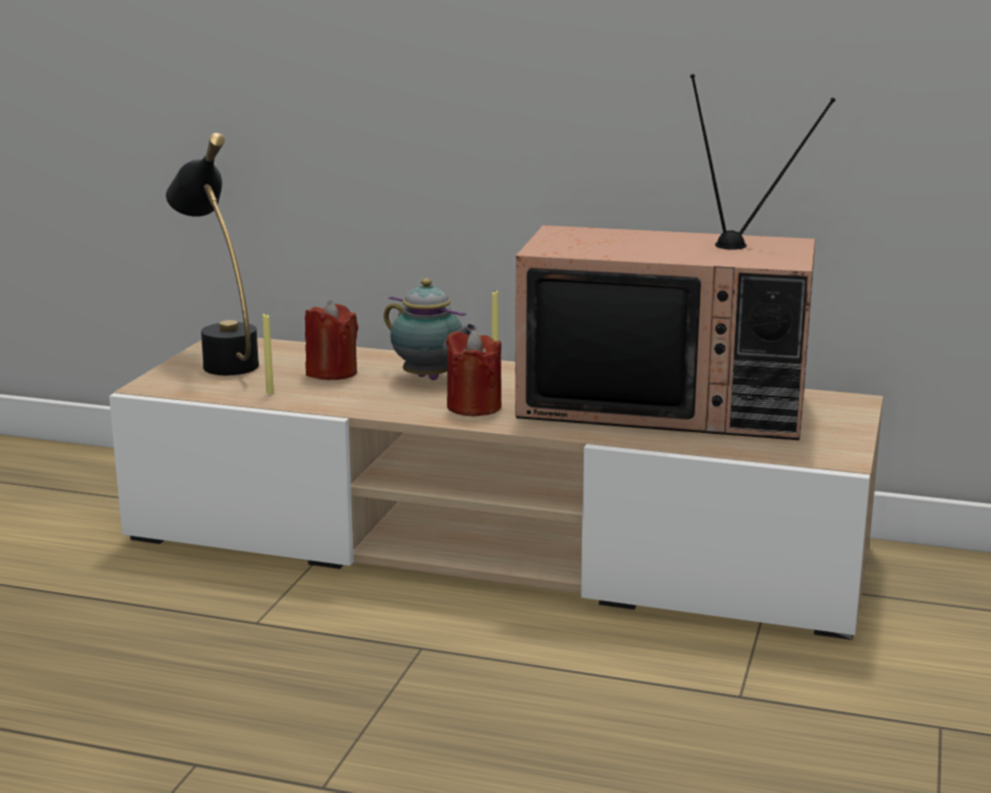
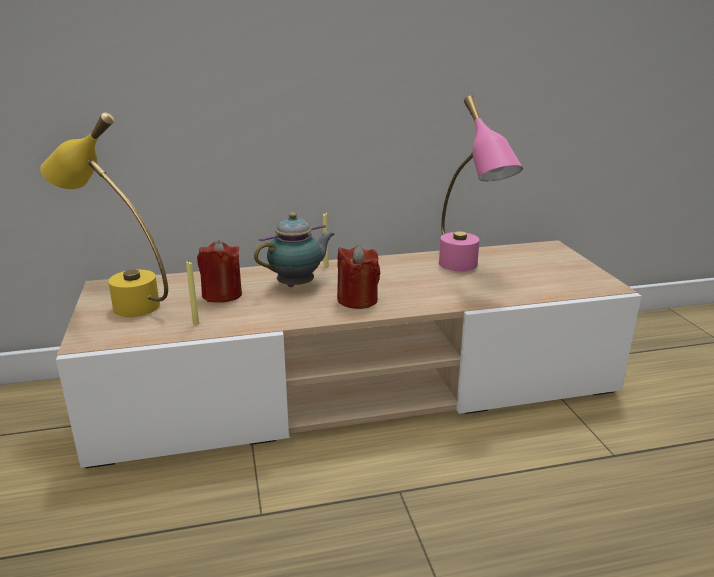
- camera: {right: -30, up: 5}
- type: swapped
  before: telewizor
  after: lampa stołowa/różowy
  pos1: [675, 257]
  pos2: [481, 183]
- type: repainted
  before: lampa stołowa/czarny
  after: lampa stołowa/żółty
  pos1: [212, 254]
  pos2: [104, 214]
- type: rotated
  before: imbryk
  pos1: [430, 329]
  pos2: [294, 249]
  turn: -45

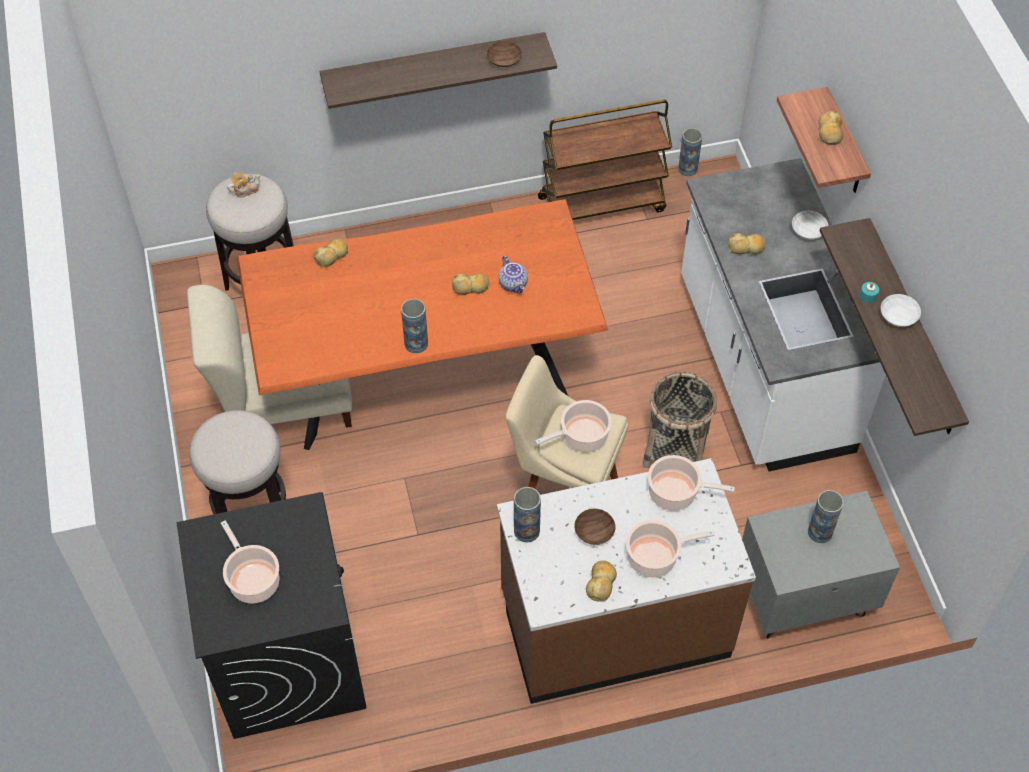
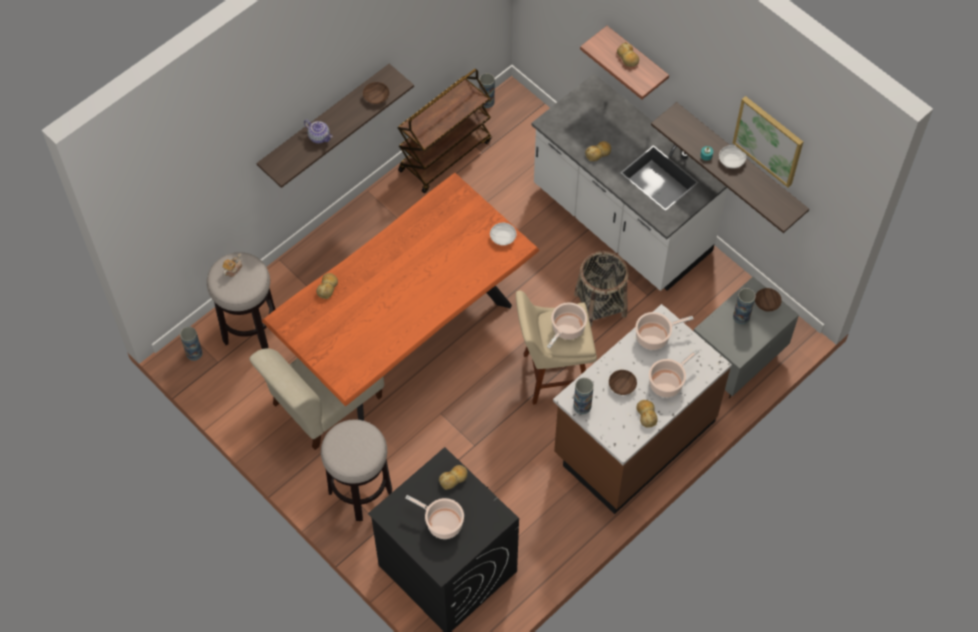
- camera: {right: -30, up: 5}
- type: shifted
  before: miska/biały
  pos1: [810, 225]
  pos2: [503, 234]
- type: shifted
  before: imbryk
  pos1: [513, 275]
  pos2: [318, 131]
- type: shifted
  before: chleb
  pos1: [470, 284]
  pos2: [453, 477]
- type: shifted
  before: wazon
  pos1: [414, 326]
  pos2: [191, 344]
- type: new
  after: obraz
  pos2: [768, 142]
- type: new
  after: miska/brązowy
  pos2: [768, 300]

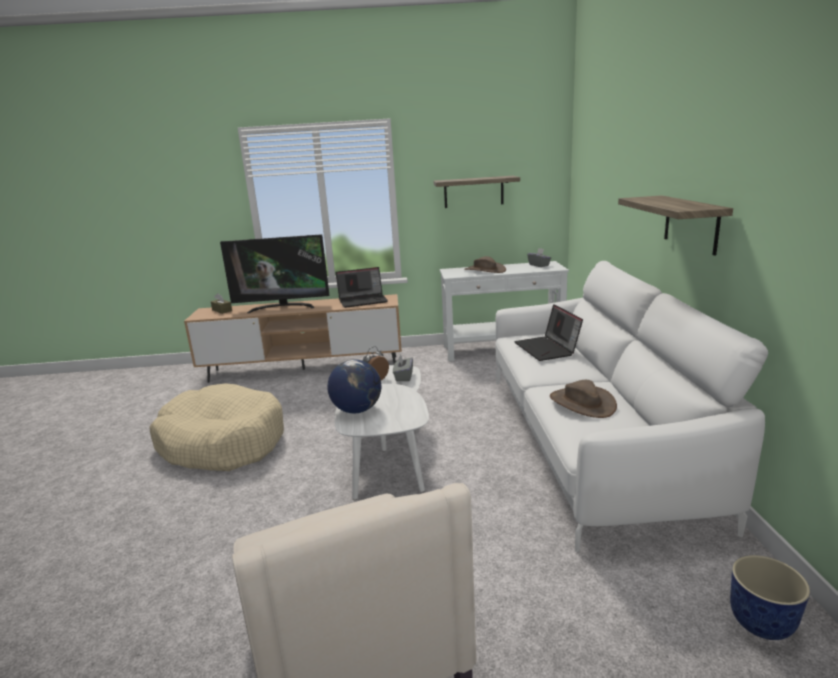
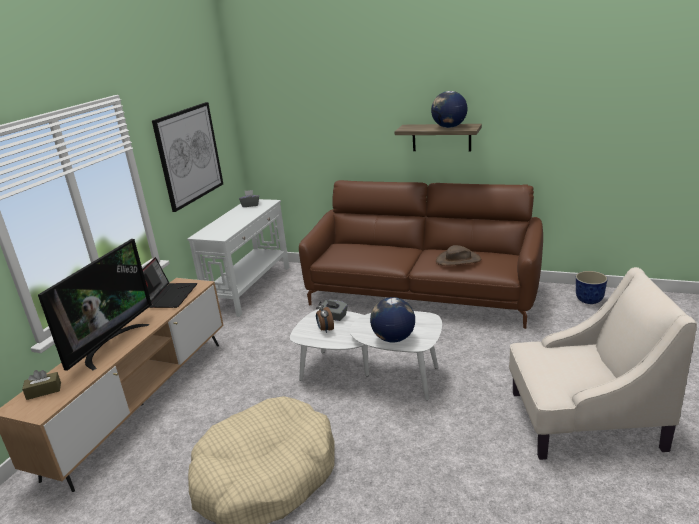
- camera: {right: -65, up: 5}
- type: swapped
  before: półka
  after: obraz
  pos1: [477, 192]
  pos2: [187, 157]
- type: gone
  before: kapelusz/brązowy
  pos1: [485, 264]
- type: repainted
  before: kanapa/biały
  after: kanapa/brązowy
  pos1: [631, 406]
  pos2: [421, 254]
- type: gone
  before: laptop
  pos1: [548, 332]
- type: new
  after: globus
  pos2: [449, 109]

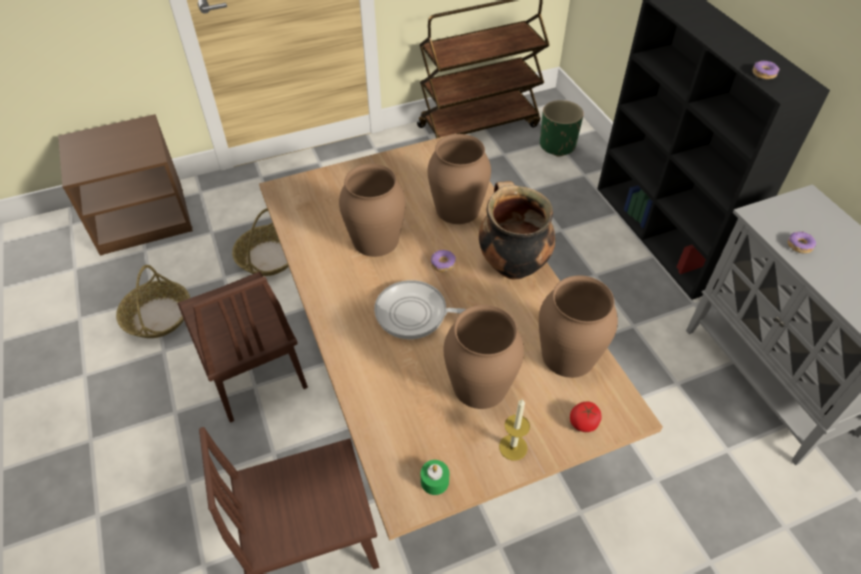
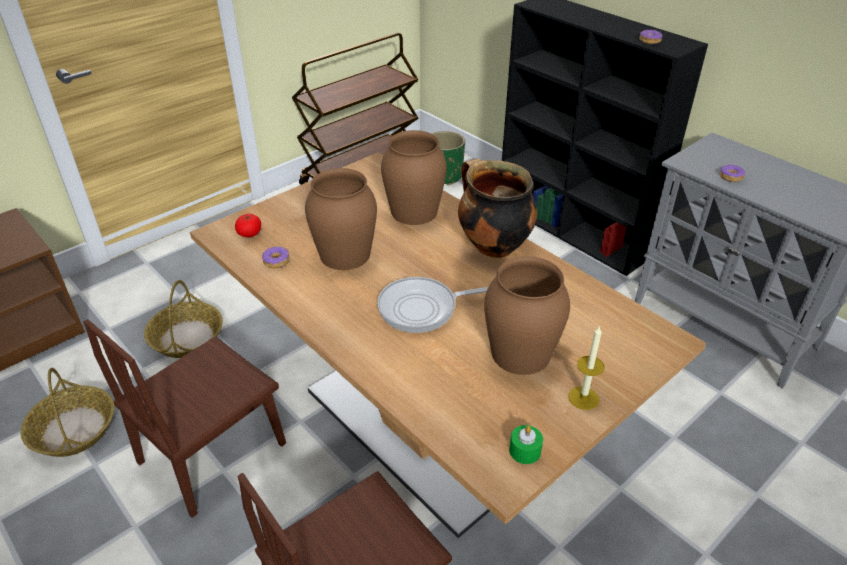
- camera: {right: -20, up: -10}
- type: shifted
  before: donut
  pos1: [443, 261]
  pos2: [276, 257]
- type: rotated
  before: krzesło/brązowy
  pos1: [242, 347]
  pos2: [184, 418]
  turn: 90
- type: gone
  before: wazon/brązowy
  pos1: [578, 326]
- type: shifted
  before: pomidor
  pos1: [586, 416]
  pos2: [248, 225]

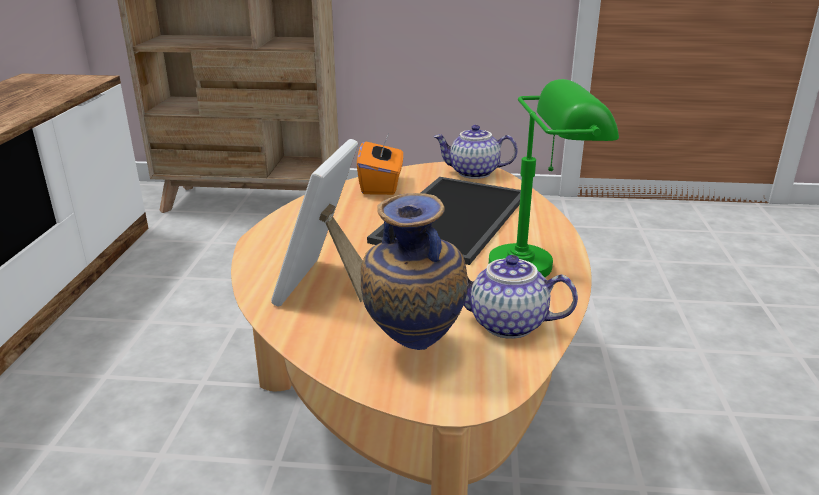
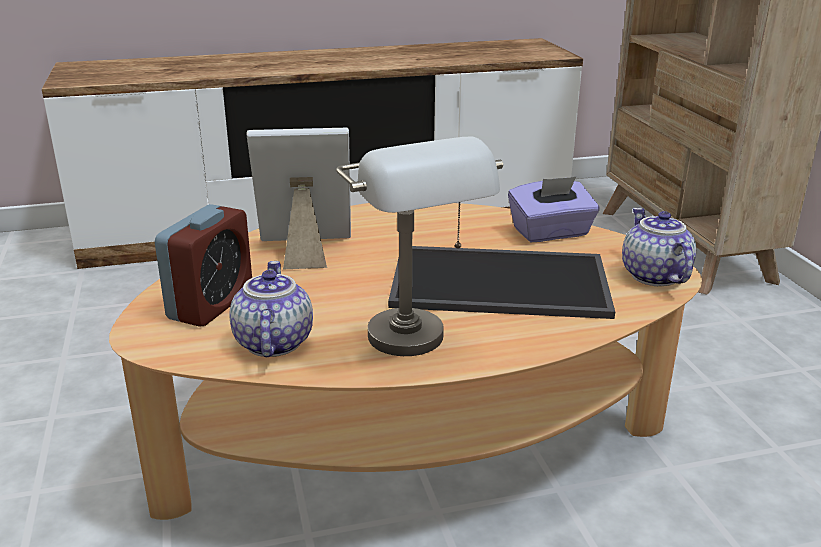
- camera: {right: 70, up: 0}
- type: repainted
  before: lampa stołowa/zielony
  after: lampa stołowa/szary
  pos1: [554, 178]
  pos2: [419, 246]
- type: repainted
  before: pudełko chusteczek/pomarańczowy
  after: pudełko chusteczek/fioletowy
  pos1: [380, 163]
  pos2: [554, 209]
- type: swapped
  before: wazon
  after: budzik
  pos1: [414, 271]
  pos2: [203, 265]

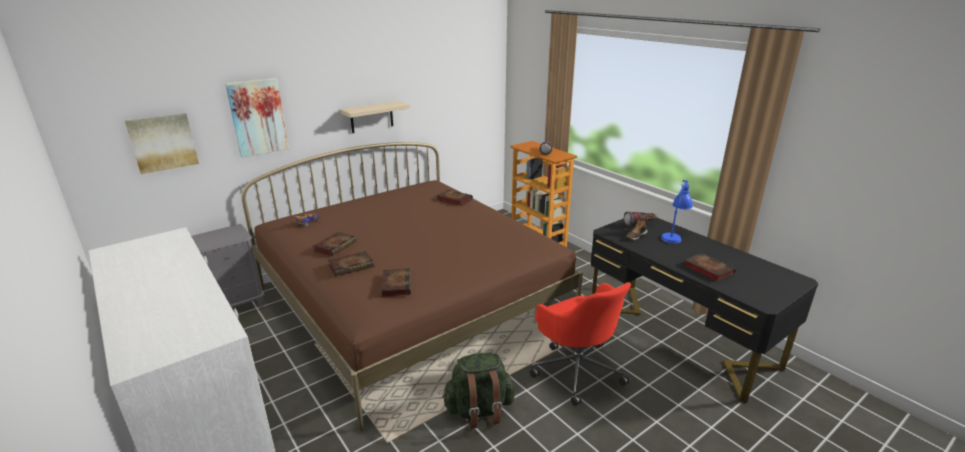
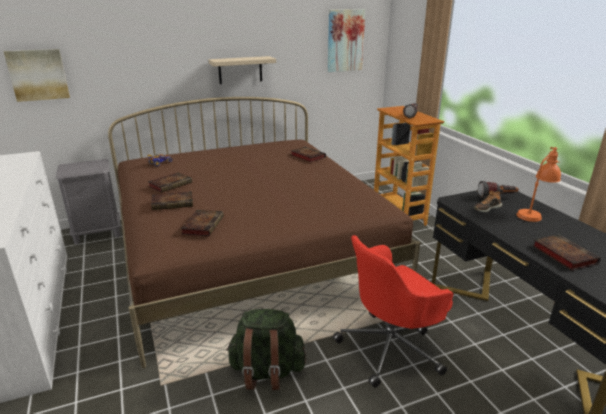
- camera: {right: 15, up: 0}
- type: shifted
  before: obraz
  pos1: [257, 118]
  pos2: [346, 40]
- type: repainted
  before: lampa stołowa/niebieski
  after: lampa stołowa/pomarańczowy
  pos1: [677, 212]
  pos2: [539, 184]
- type: rotated
  before: krzesło biurowe/czerwony
  pos1: [580, 344]
  pos2: [393, 311]
  turn: 75

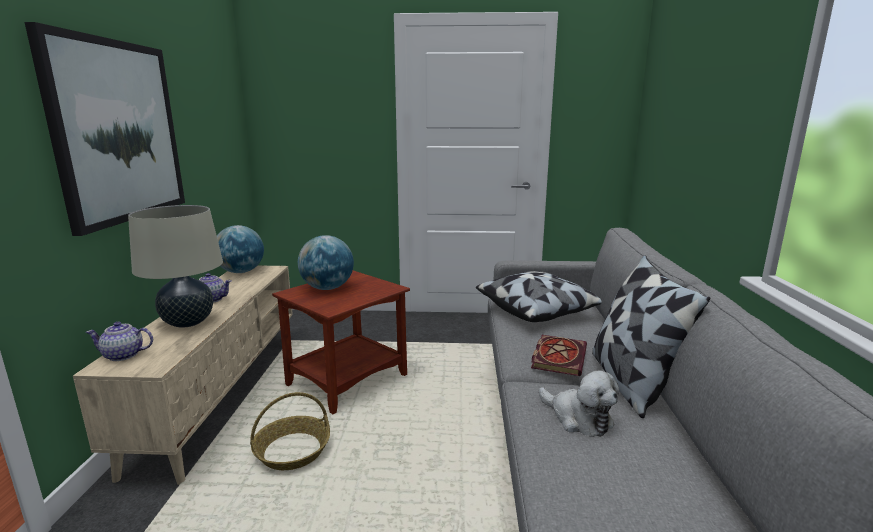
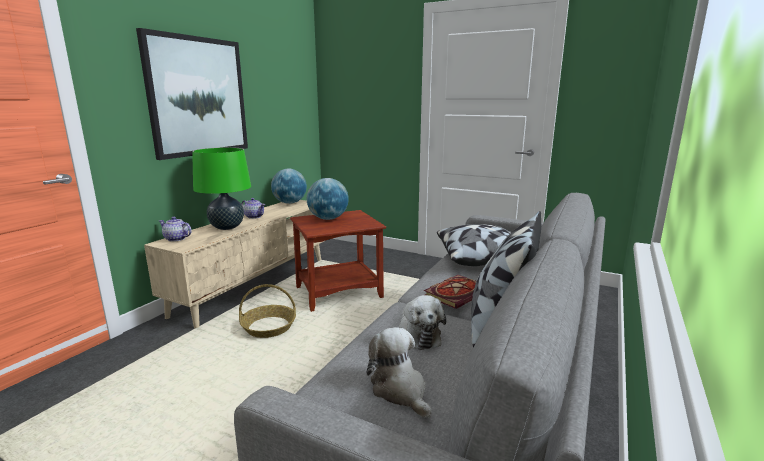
- camera: {right: 25, up: 0}
- type: repainted
  before: lampa stołowa/beżowy
  after: lampa stołowa/zielony
  pos1: [175, 266]
  pos2: [221, 188]
- type: new
  after: pluszak
  pos2: [399, 372]

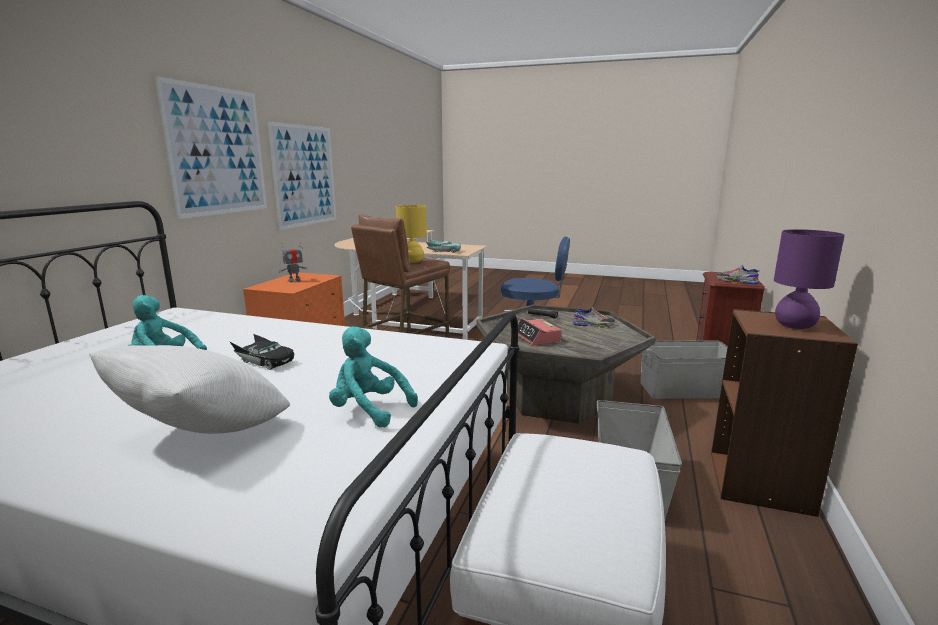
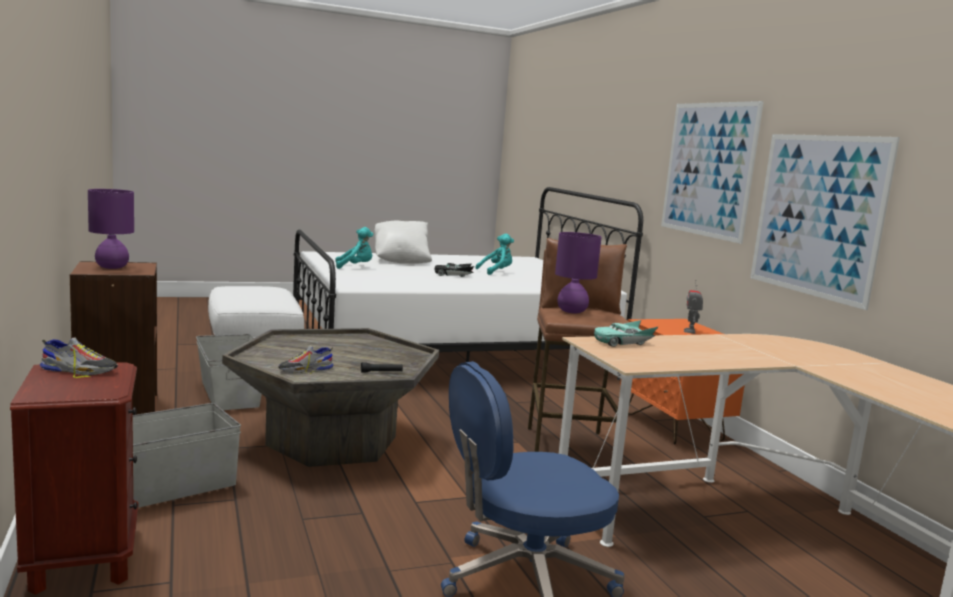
- camera: {right: 140, up: -5}
- type: repainted
  before: lampa stołowa/żółty
  after: lampa stołowa/fioletowy
  pos1: [411, 234]
  pos2: [578, 272]
- type: gone
  before: budzik
  pos1: [540, 332]

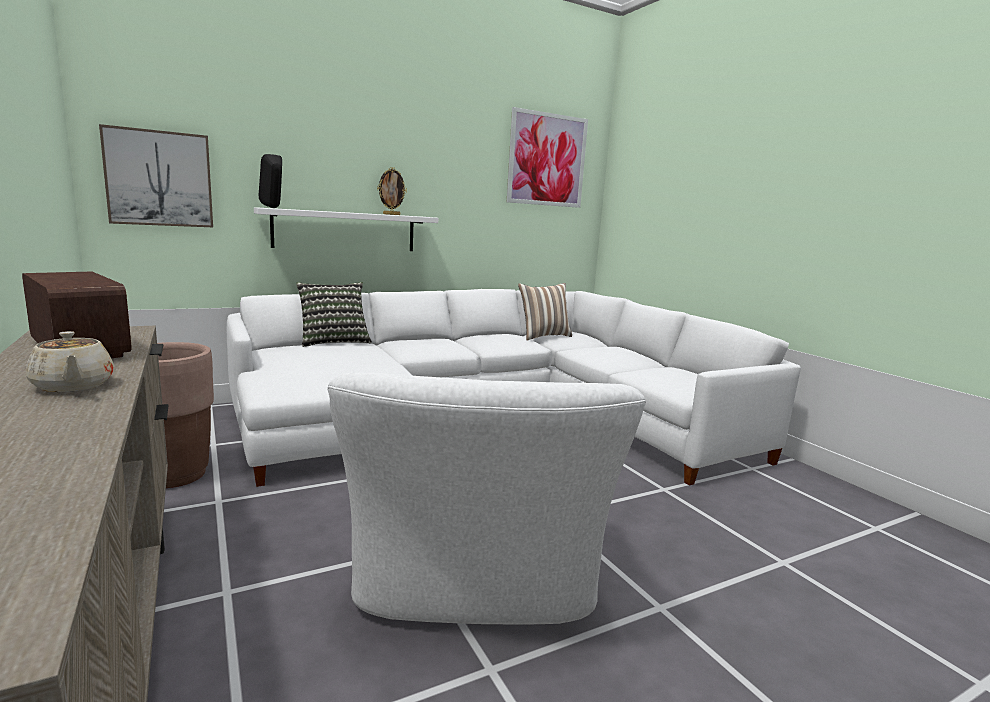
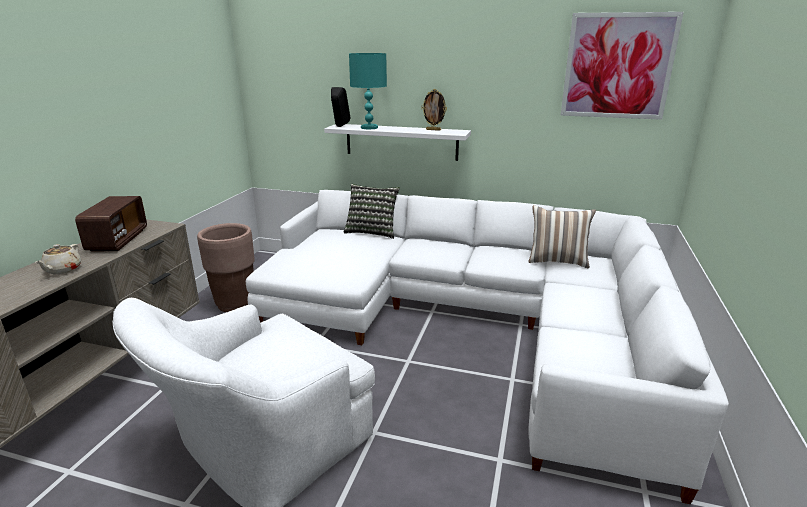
- camera: {right: 45, up: 10}
- type: gone
  before: obraz
  pos1: [156, 175]
- type: new
  after: lampa stołowa/turkusowy
  pos2: [368, 91]

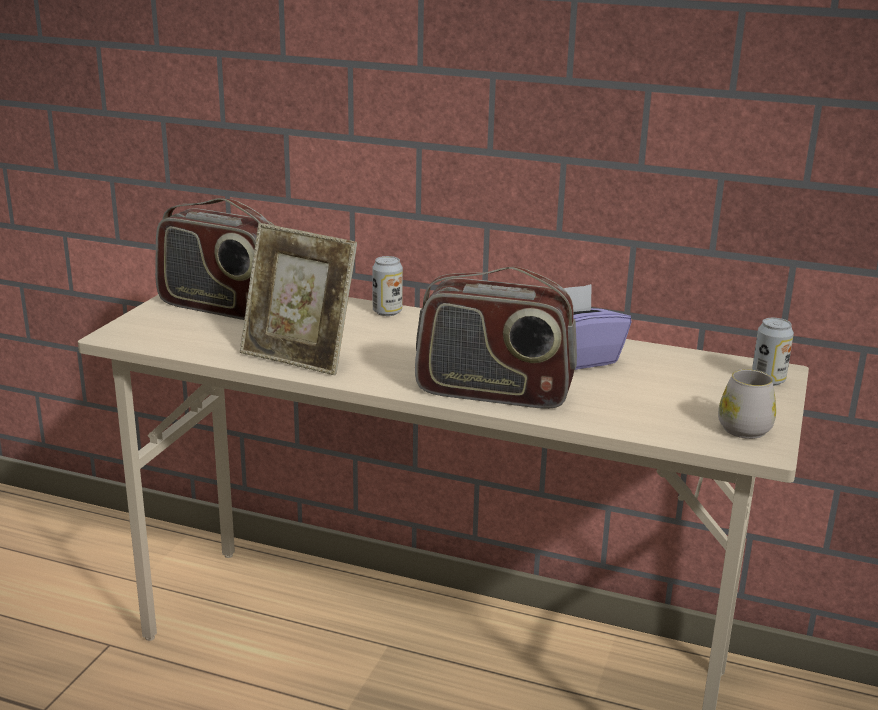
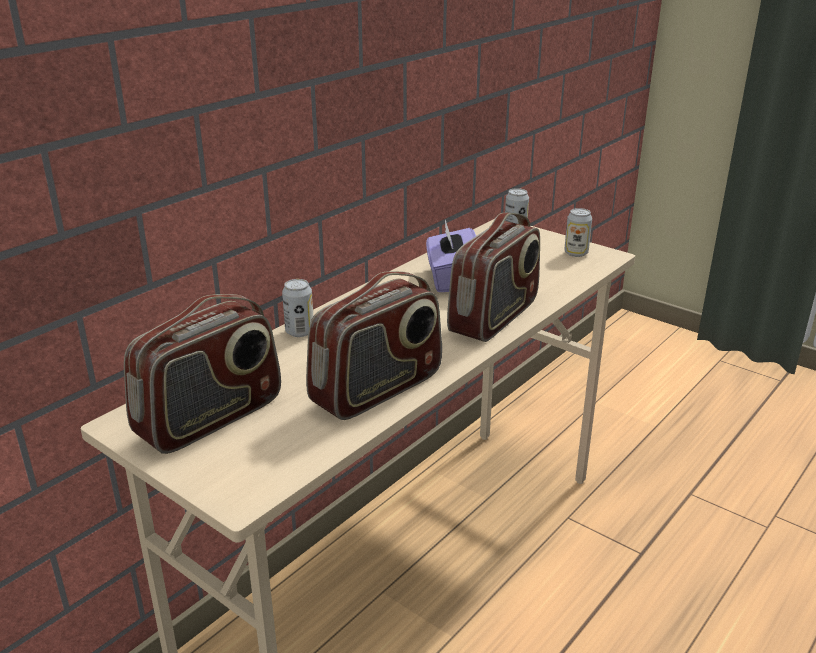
- camera: {right: -70, up: 5}
- type: swapped
  before: ramka na zdjęcie
  after: radio
  pos1: [298, 299]
  pos2: [374, 345]
- type: swapped
  before: kubek/biały
  after: puszka
  pos1: [747, 404]
  pos2: [578, 232]

